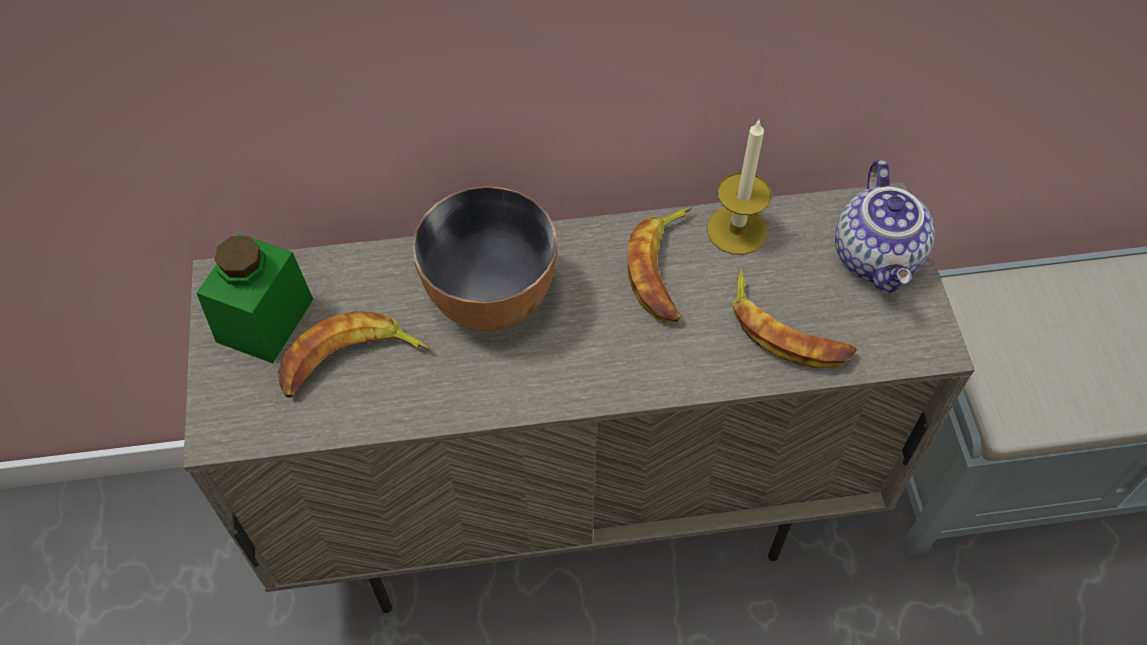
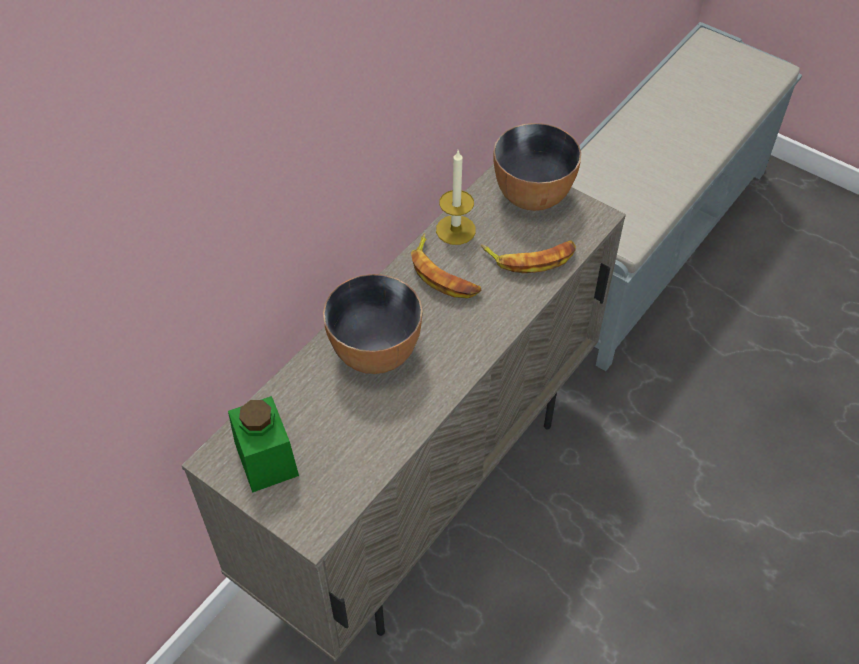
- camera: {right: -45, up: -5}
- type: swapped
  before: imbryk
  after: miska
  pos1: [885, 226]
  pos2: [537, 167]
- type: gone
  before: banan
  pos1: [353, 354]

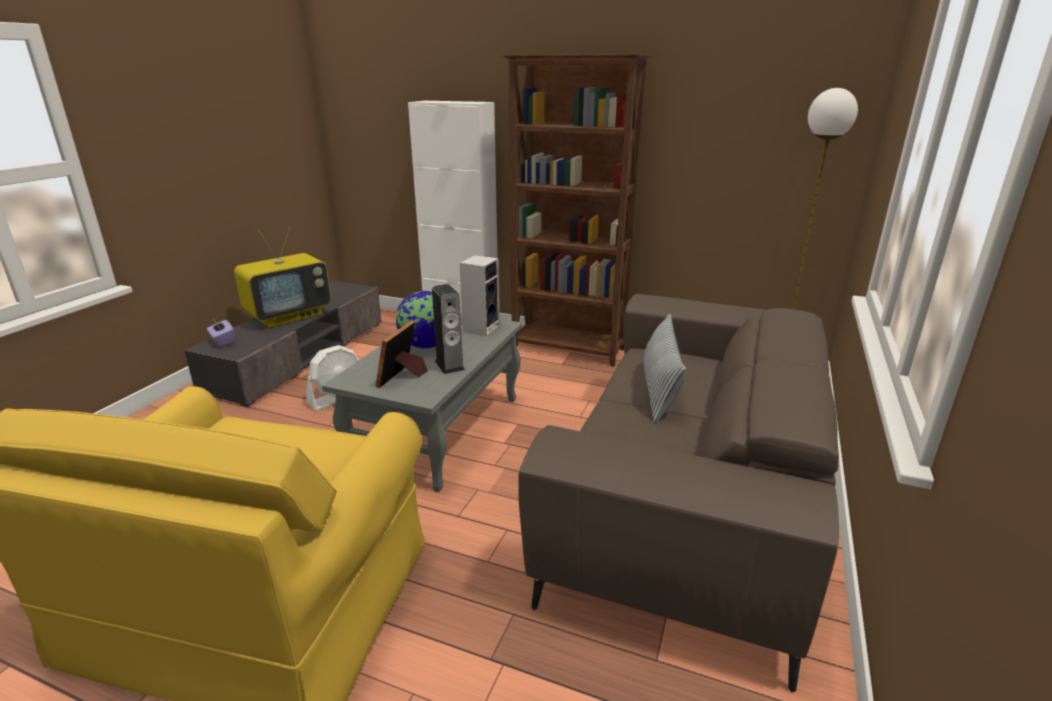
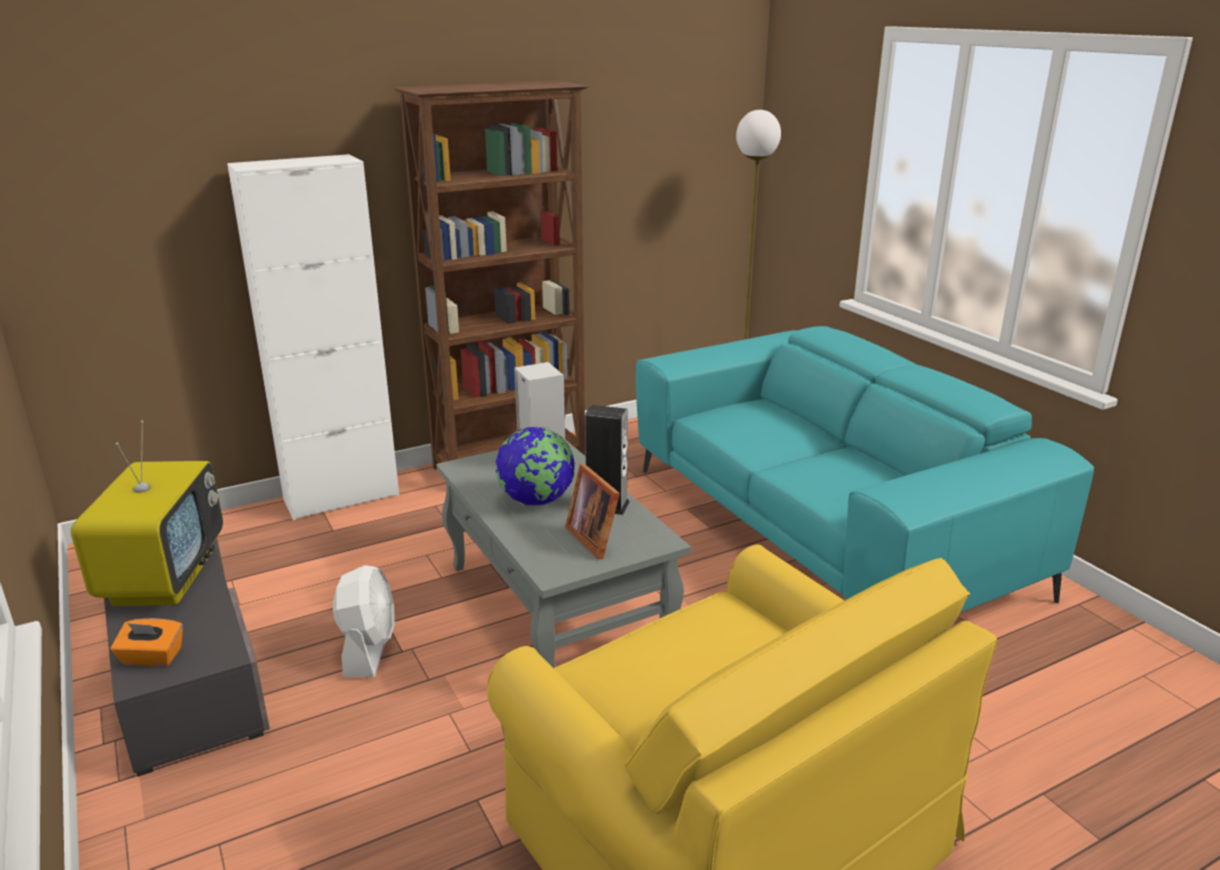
- camera: {right: -50, up: 0}
- type: repainted
  before: kanapa/brązowy
  after: kanapa/turkusowy
  pos1: [678, 493]
  pos2: [865, 469]
- type: gone
  before: poduszka
  pos1: [665, 368]
- type: repainted
  before: pudełko chusteczek/fioletowy
  after: pudełko chusteczek/pomarańczowy
  pos1: [221, 332]
  pos2: [147, 642]

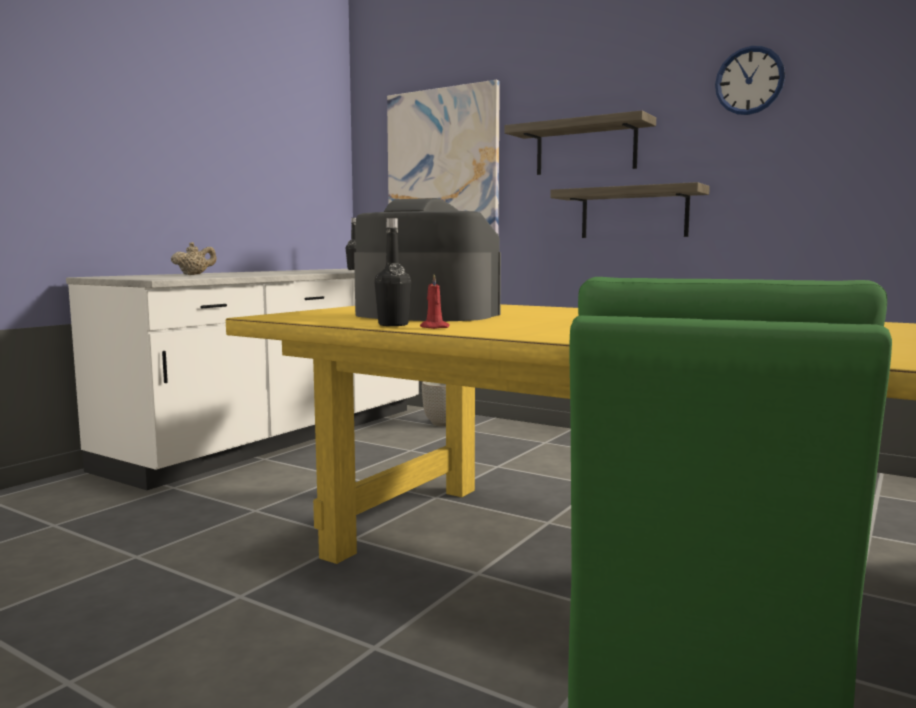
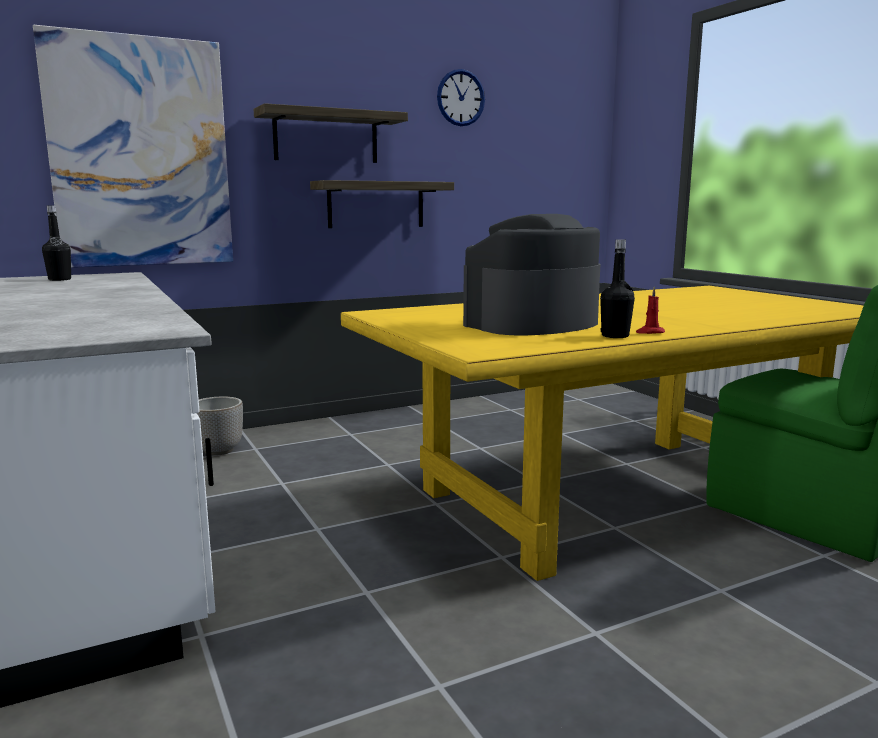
- camera: {right: -60, up: 5}
- type: gone
  before: imbryk/beżowy
  pos1: [193, 258]

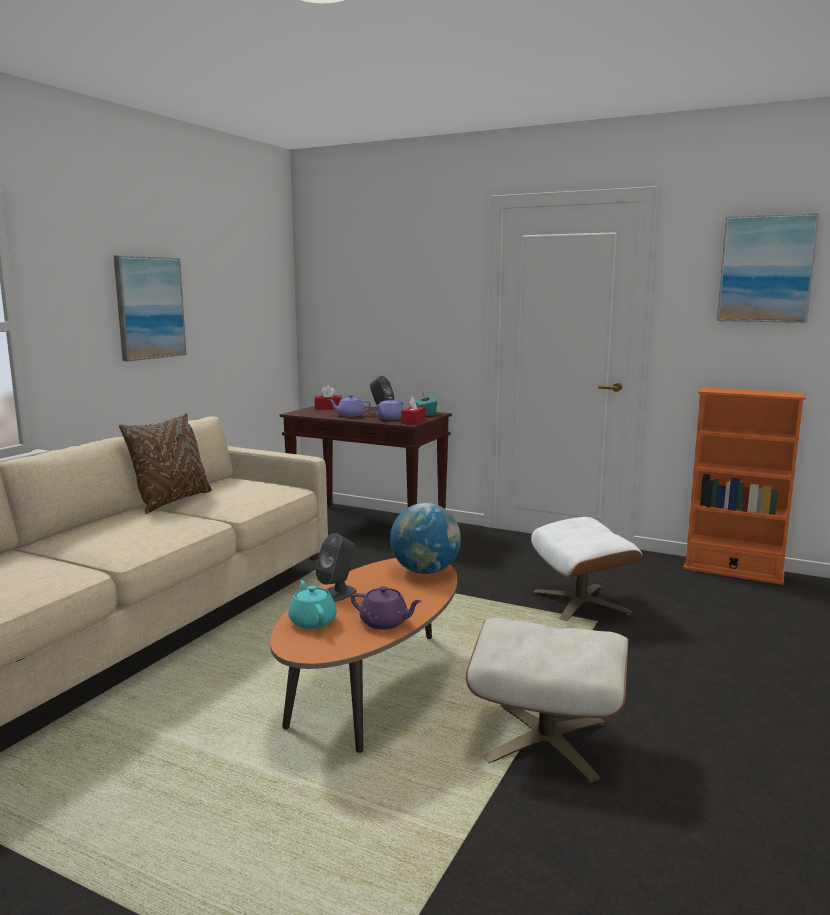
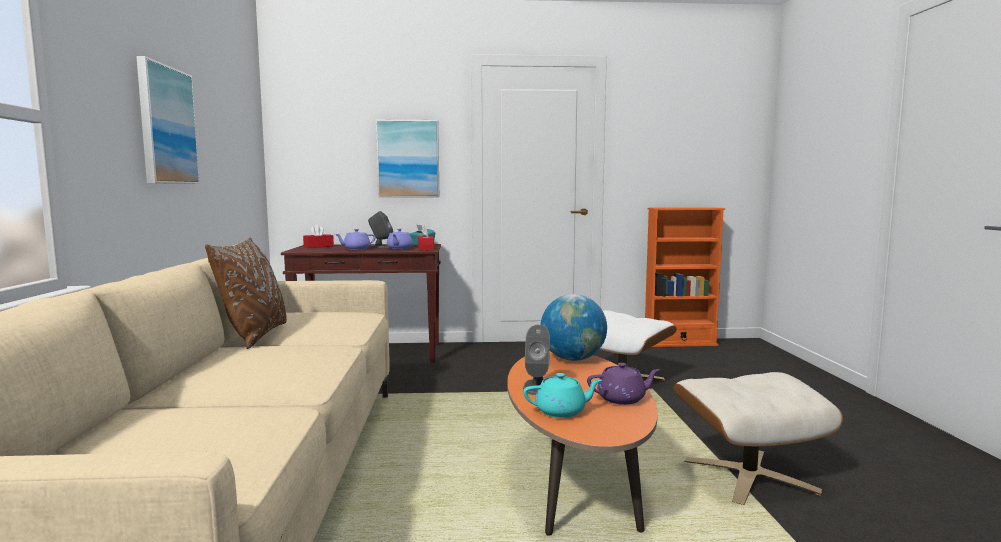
- camera: {right: -30, up: -5}
- type: shifted
  before: obraz
  pos1: [768, 267]
  pos2: [407, 158]
- type: rotated
  before: imbryk/turkusowy
  pos1: [312, 604]
  pos2: [562, 395]
  turn: 135

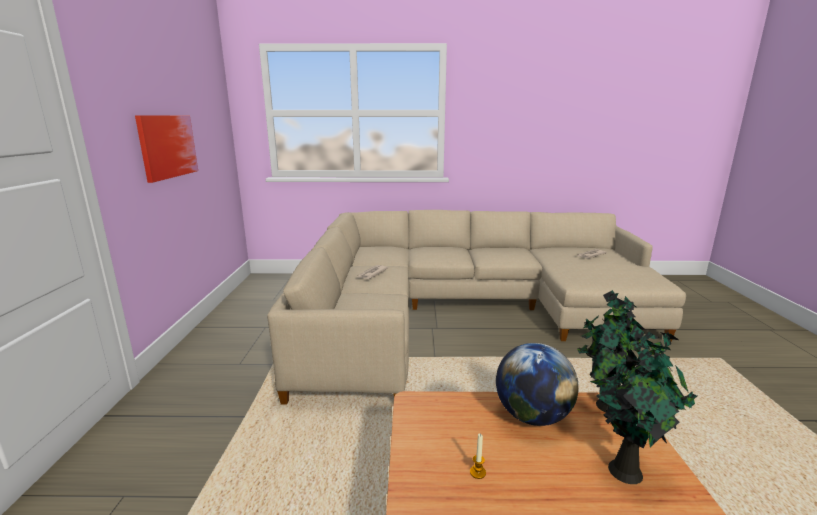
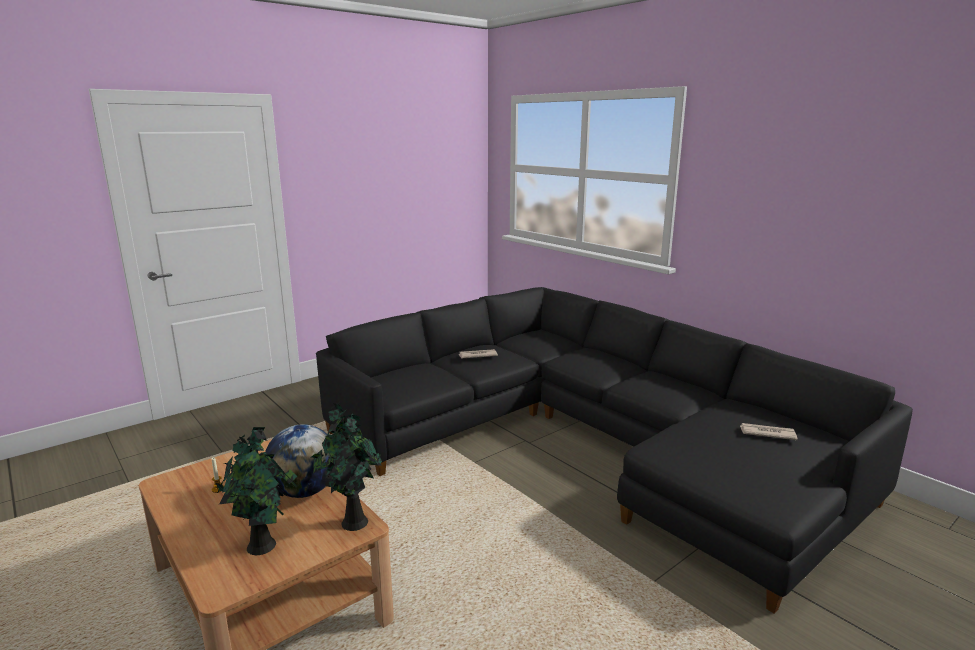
- camera: {right: 50, up: 0}
- type: gone
  before: obraz
  pos1: [166, 149]
- type: repainted
  before: kanapa/beżowy
  after: kanapa/czarny
  pos1: [476, 307]
  pos2: [614, 450]

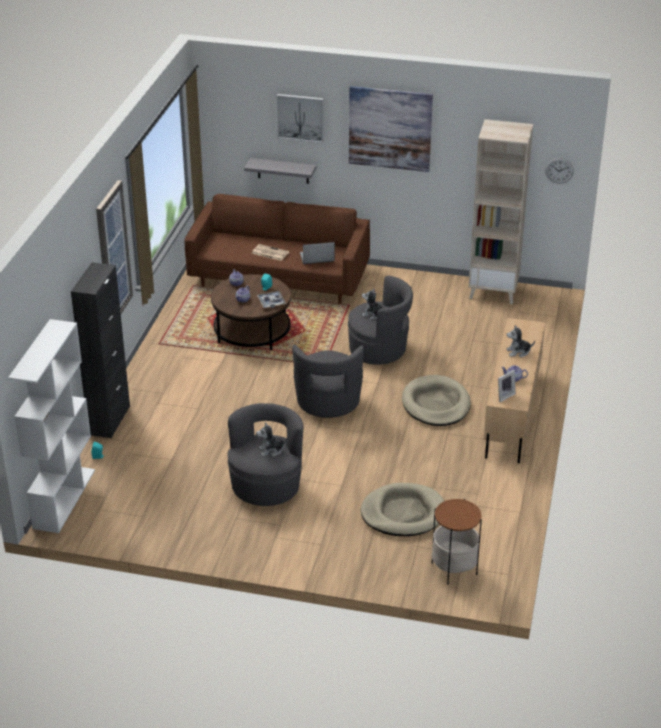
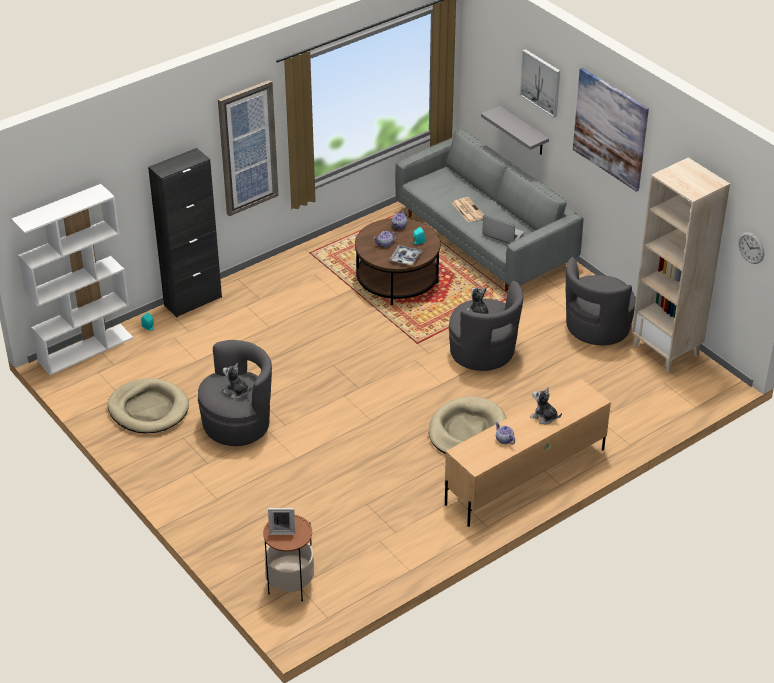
- camera: {right: 40, up: 5}
- type: repainted
  before: kanapa/brązowy
  after: kanapa/szary
  pos1: [277, 249]
  pos2: [489, 210]
- type: shifted
  before: fotel/szary
  pos1: [328, 381]
  pos2: [601, 301]
- type: shifted
  before: ramka na zdjęcie
  pos1: [507, 386]
  pos2: [281, 521]
- type: shifted
  before: legowisko/beżowy
  pos1: [402, 509]
  pos2: [148, 405]

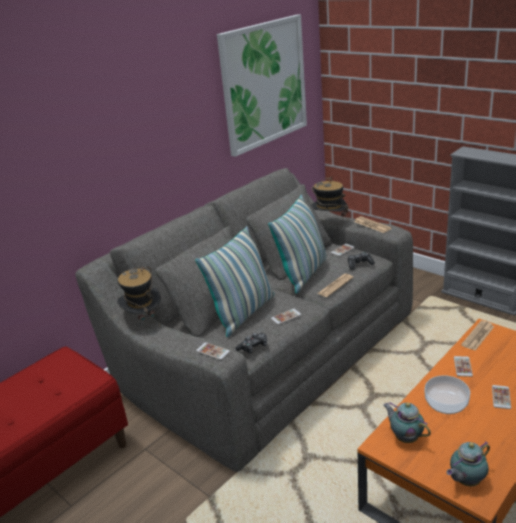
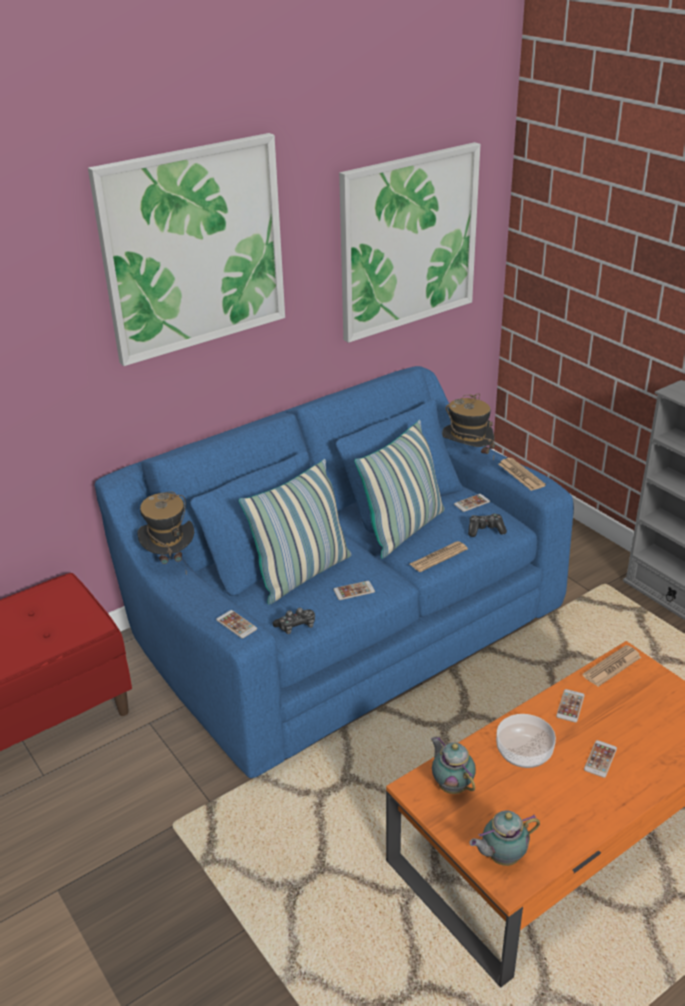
- camera: {right: 10, up: 5}
- type: repainted
  before: kanapa/szary
  after: kanapa/niebieski
  pos1: [244, 320]
  pos2: [334, 572]
- type: new
  after: obraz
  pos2: [186, 249]

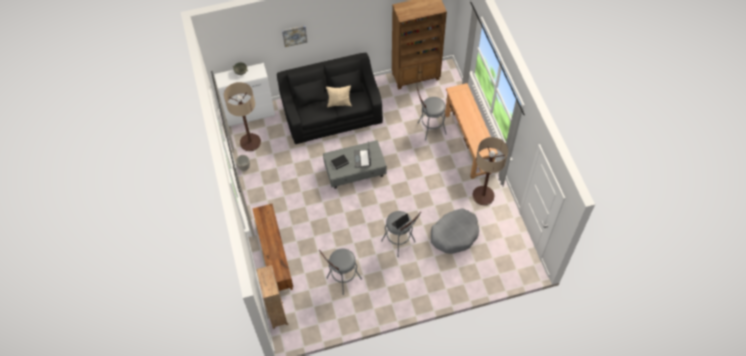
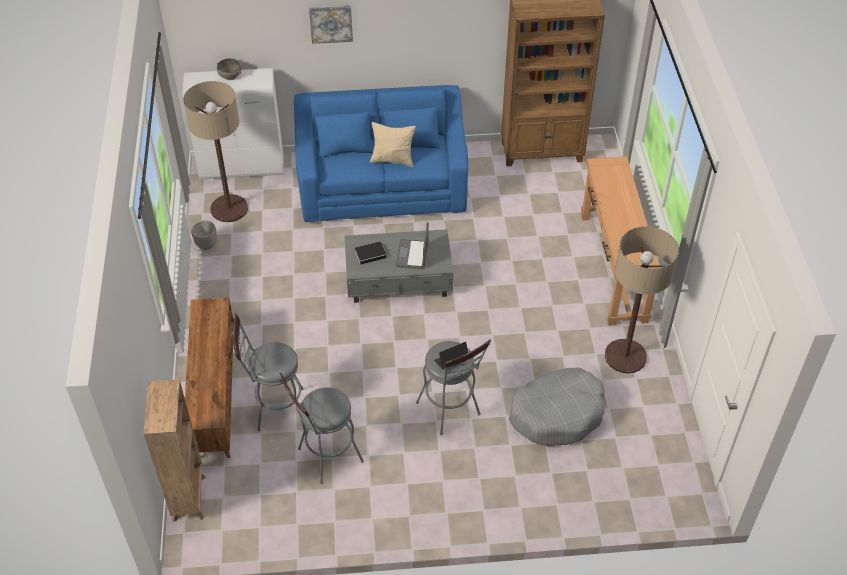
- camera: {right: 10, up: -10}
- type: repainted
  before: kanapa/czarny
  after: kanapa/niebieski
  pos1: [330, 98]
  pos2: [381, 153]
- type: shifted
  before: stołek/szary
  pos1: [431, 113]
  pos2: [268, 372]

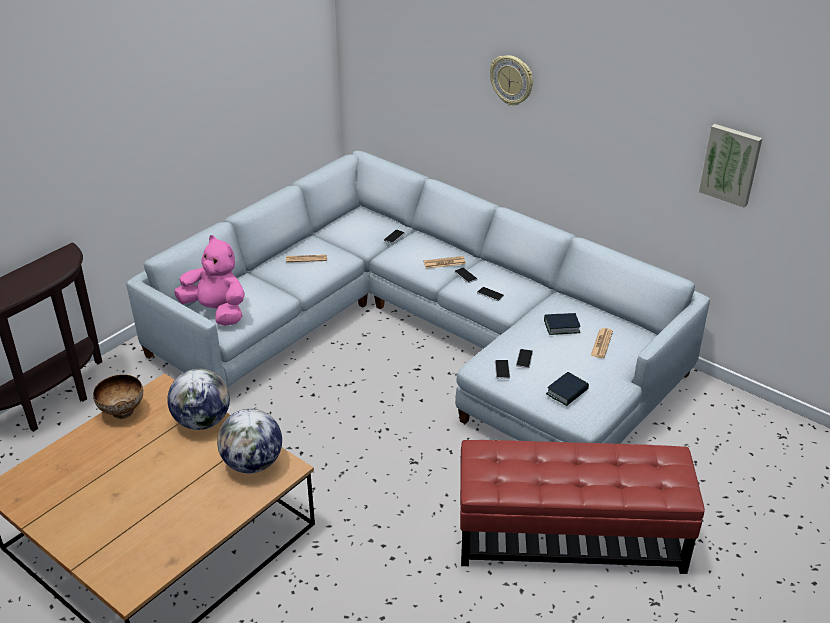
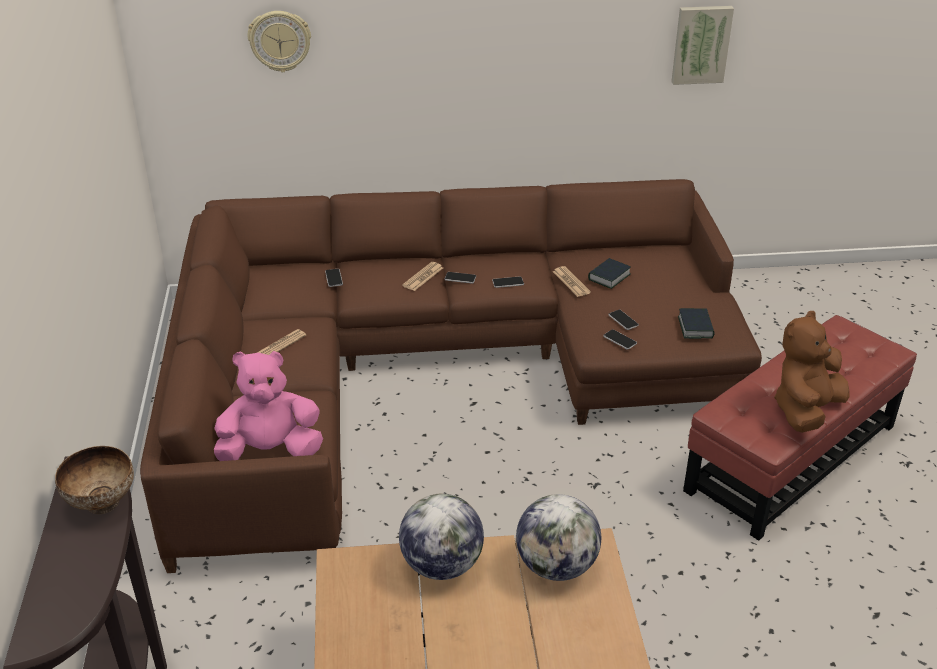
- camera: {right: -45, up: 0}
- type: shifted
  before: zegar ścienny
  pos1: [511, 80]
  pos2: [279, 41]
- type: repainted
  before: kanapa/szary
  after: kanapa/brązowy
  pos1: [418, 297]
  pos2: [451, 376]
- type: shifted
  before: gazeta
  pos1: [602, 343]
  pos2: [572, 281]
- type: shifted
  before: miska
  pos1: [118, 396]
  pos2: [94, 480]
- type: new
  after: pluszak/brązowy
  pos2: [811, 372]

